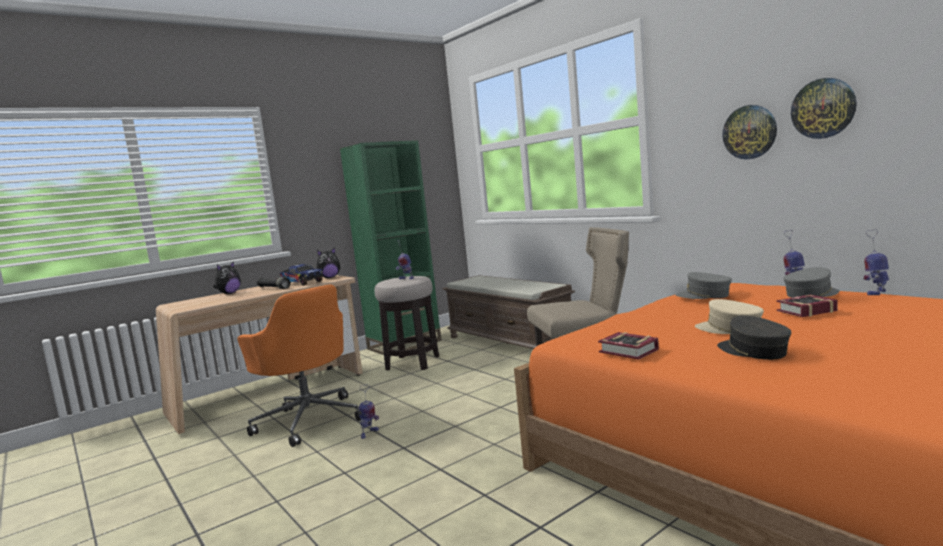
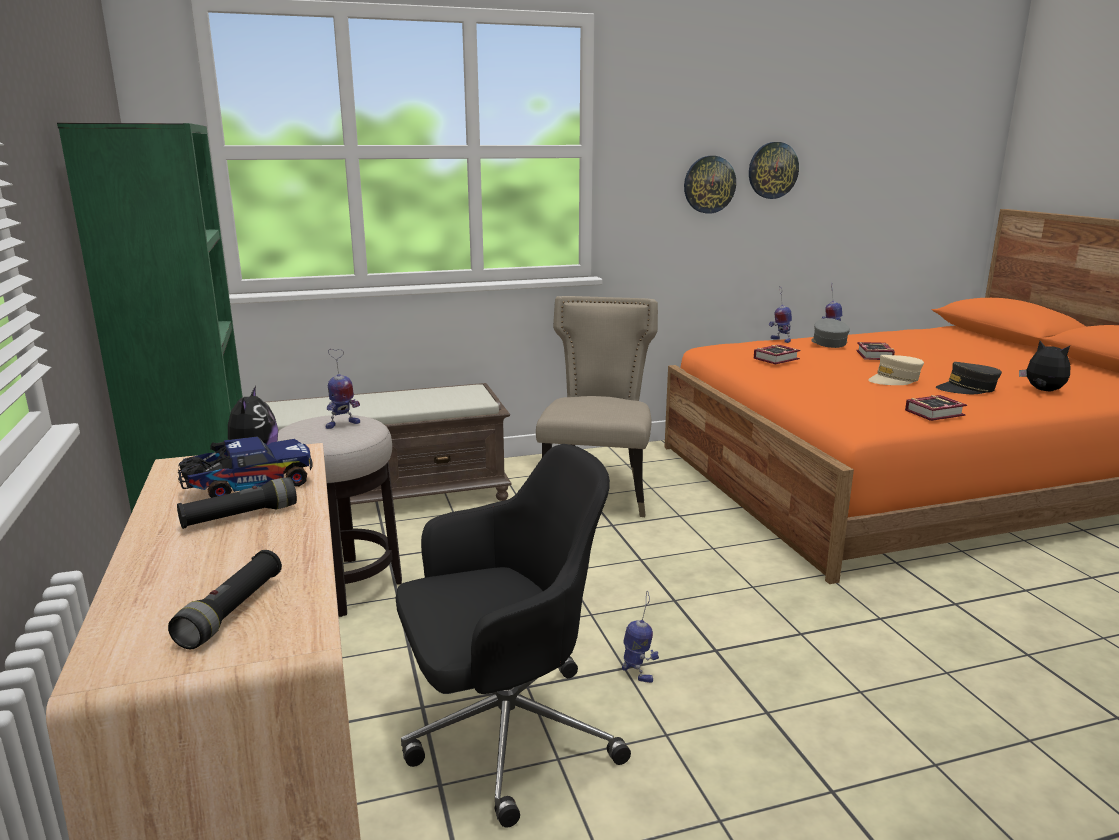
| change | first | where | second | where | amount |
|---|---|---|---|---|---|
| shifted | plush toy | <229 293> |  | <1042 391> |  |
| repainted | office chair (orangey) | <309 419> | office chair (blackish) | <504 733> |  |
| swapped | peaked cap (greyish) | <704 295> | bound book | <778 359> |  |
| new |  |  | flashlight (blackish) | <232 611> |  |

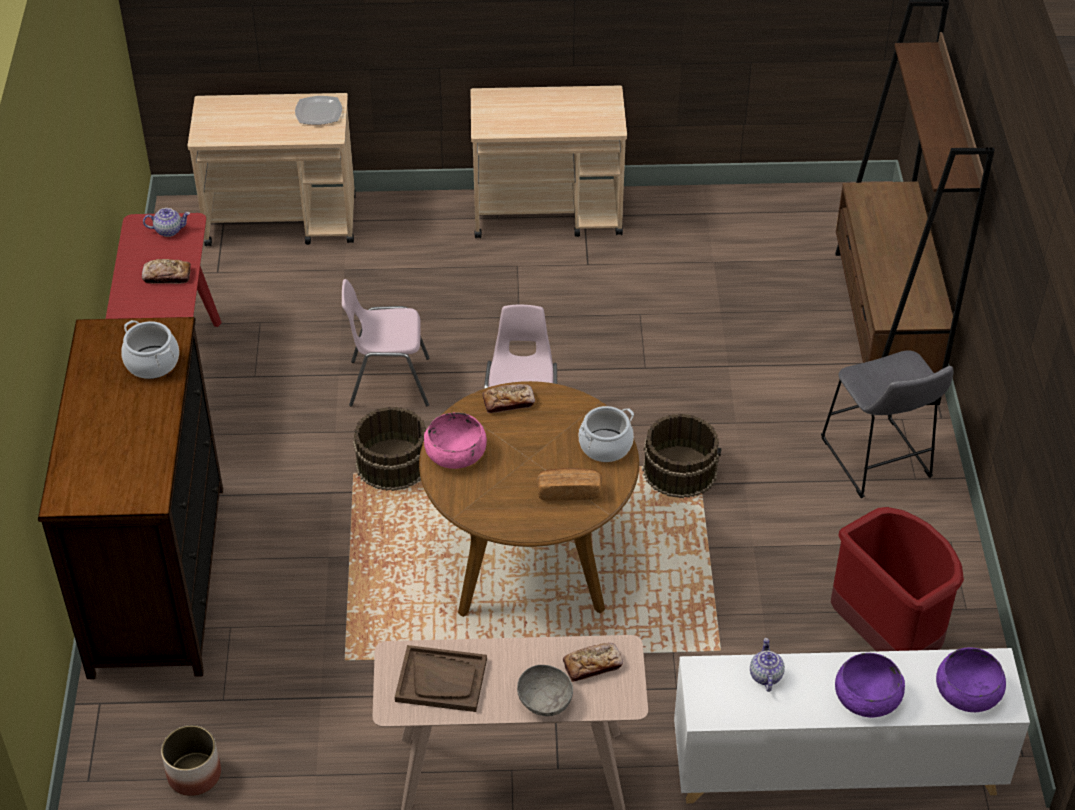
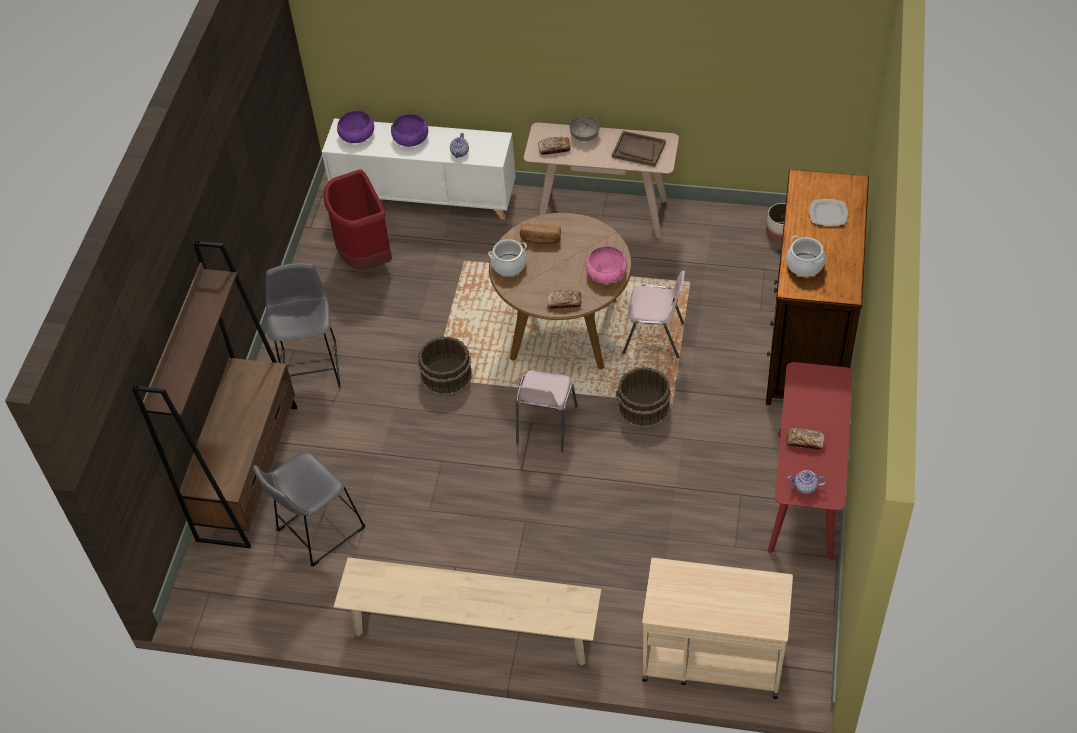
| change | first | where | second | where | amount |
|---|---|---|---|---|---|
| shifted | flat dish | <319 112> |  | <827 213> |  |
| shifted | plain chair (pinkish) | <388 382> |  | <654 338> |  |
| swapped | trolley (beige) | <548 213> | bench (beige) | <472 630> |  |
| new |  |  | stool seat (greyish) | <316 531> |  |

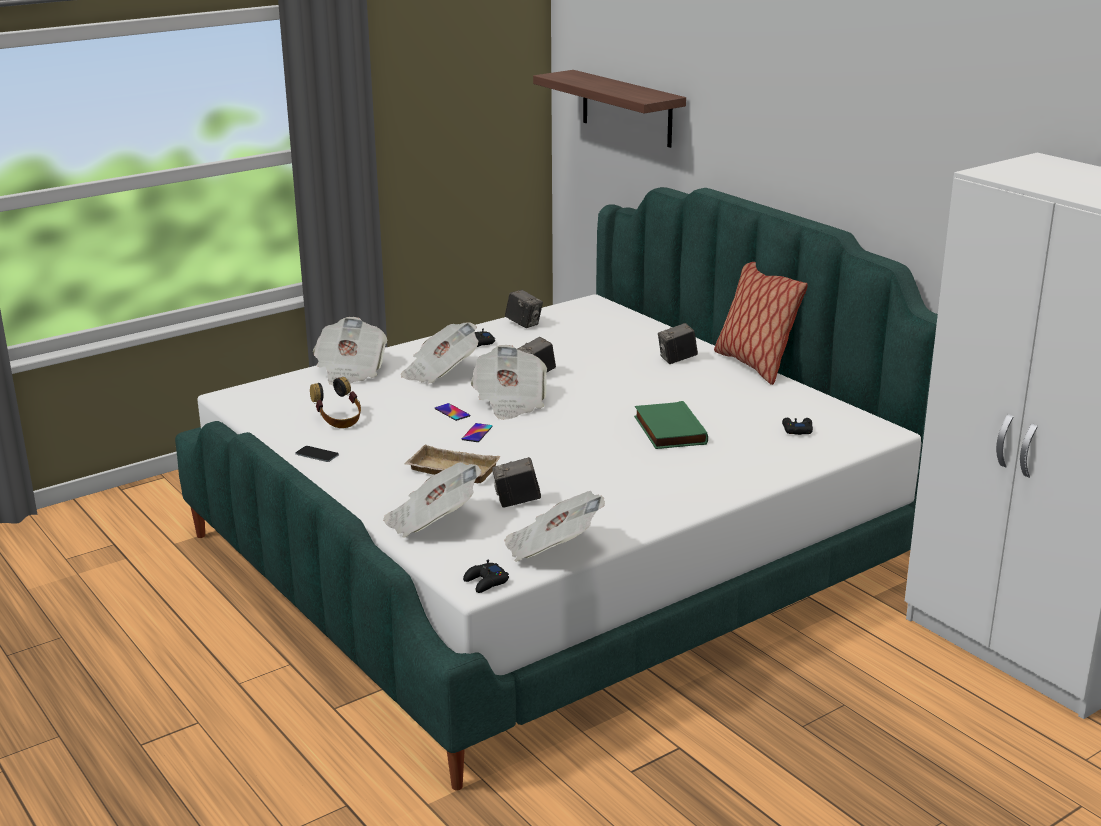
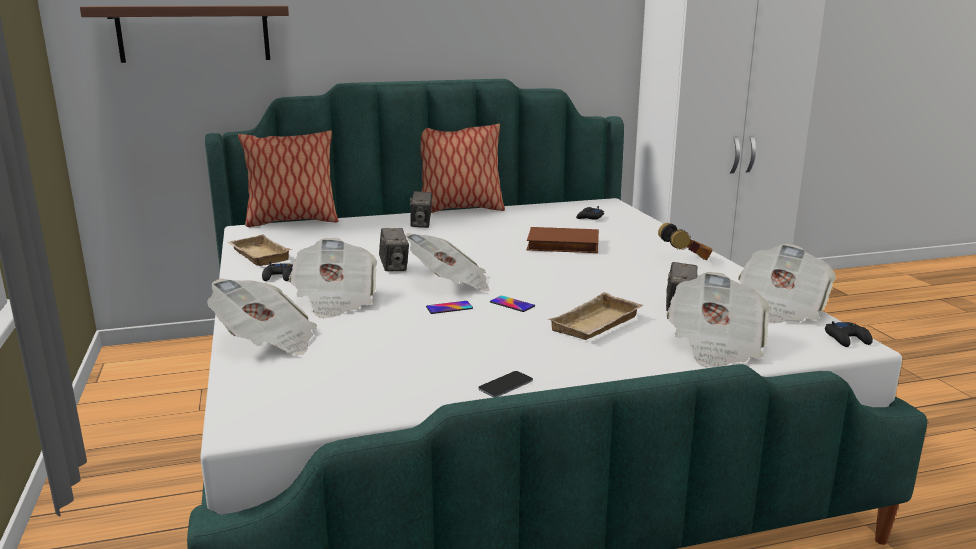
| change | first | where | second | where | amount |
|---|---|---|---|---|---|
| shifted | headphones | <338 420> |  | <686 260> |  |
| swapped | photo camera | <524 324> | carrying tray (beige) | <257 255> |  |
| repainted | bound book (green-coloured) | <667 430> | bound book (brown-coloured) | <562 246> |  |
| new |  |  | pillow | <292 221> |  |

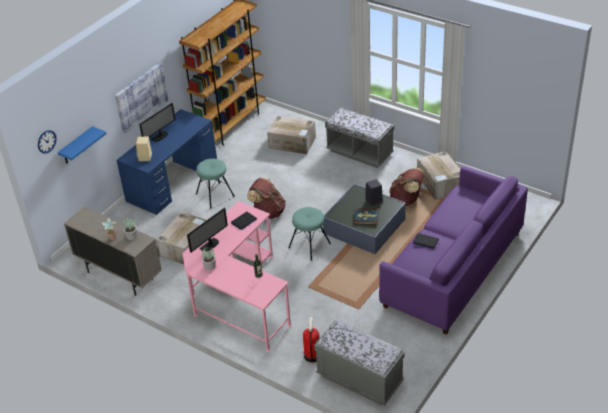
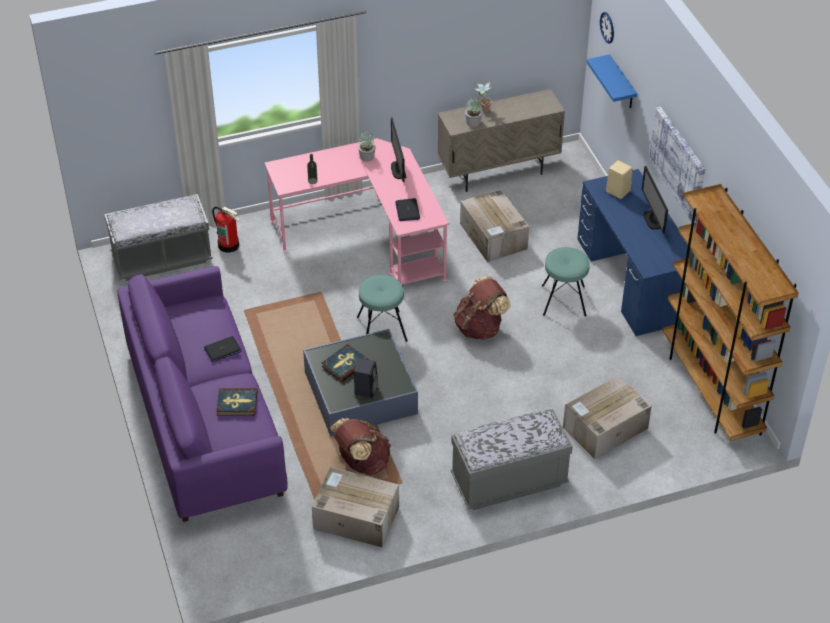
| change | first | where | second | where | amount |
|---|---|---|---|---|---|
| new |  |  | bound book | <237 403> |  |

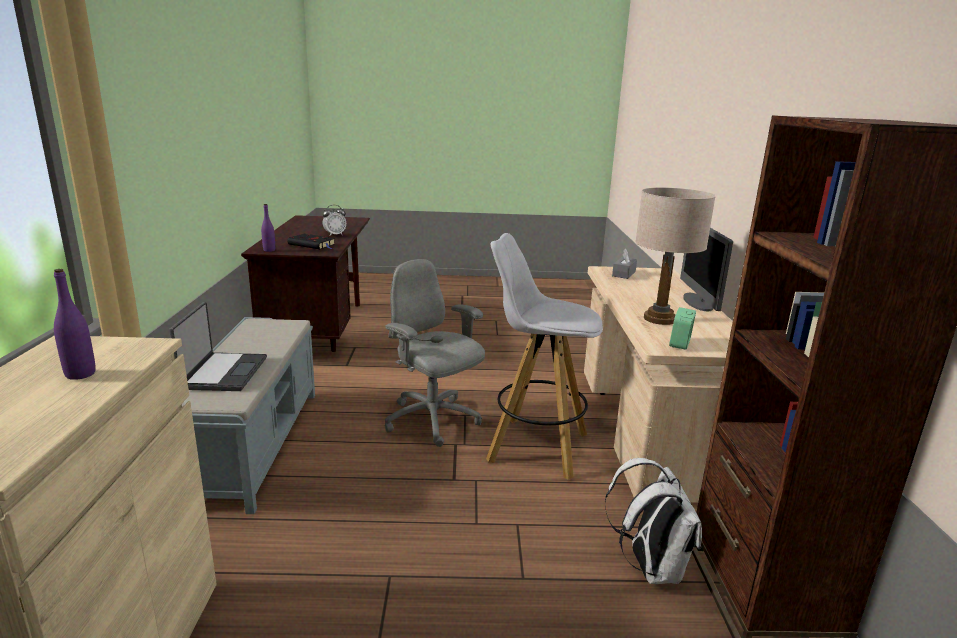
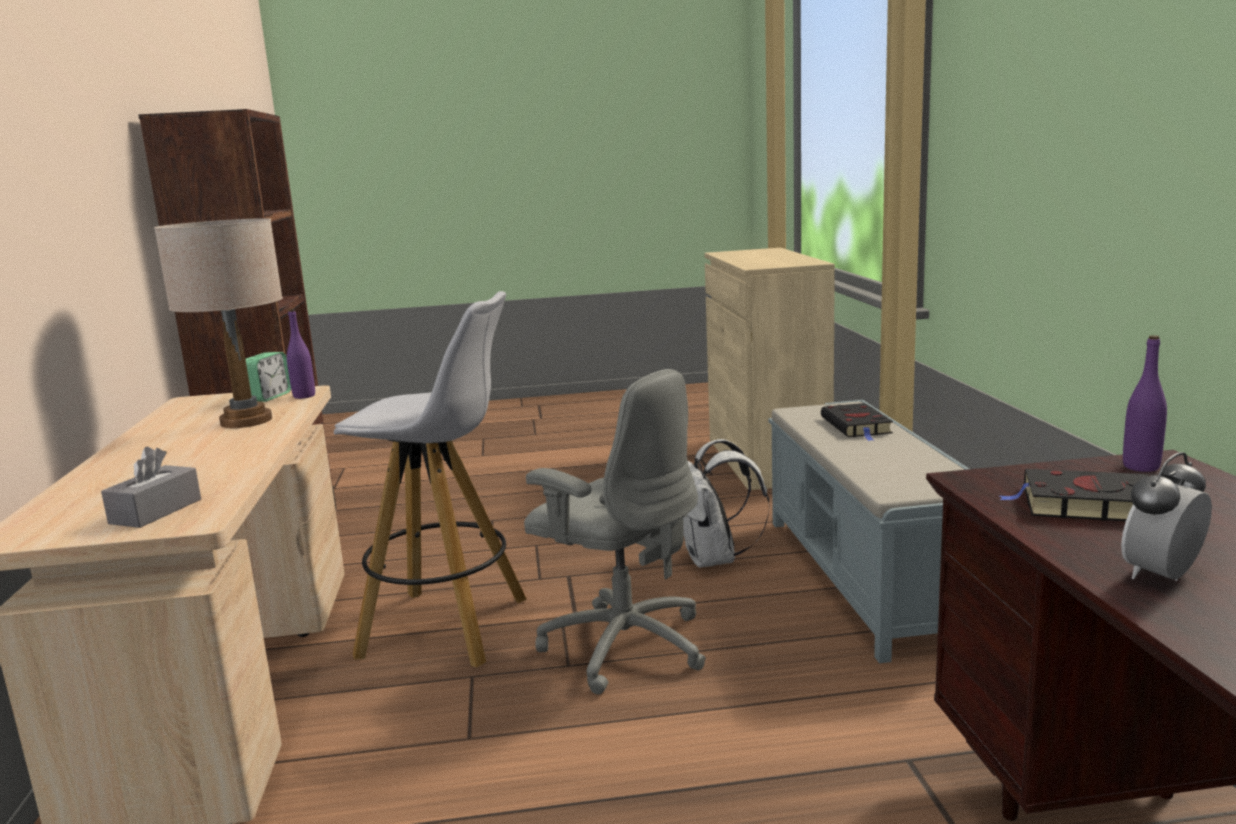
| change | first | where | second | where | amount |
|---|---|---|---|---|---|
| shifted | drink bottle (purplish) | <80 374> |  | <304 396> |  |
| swapped | portable computer | <223 373> | bound book (blackish) | <857 426> |  |
| shifted | backpack (white) | <650 567> |  | <714 559> |  |
| gone | monitor | <698 302> |  |  |  |

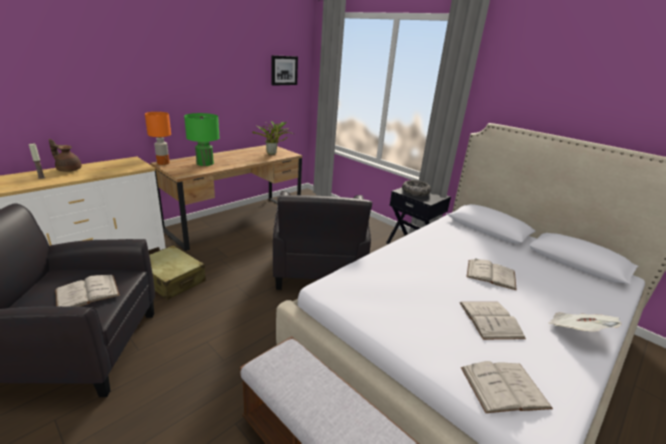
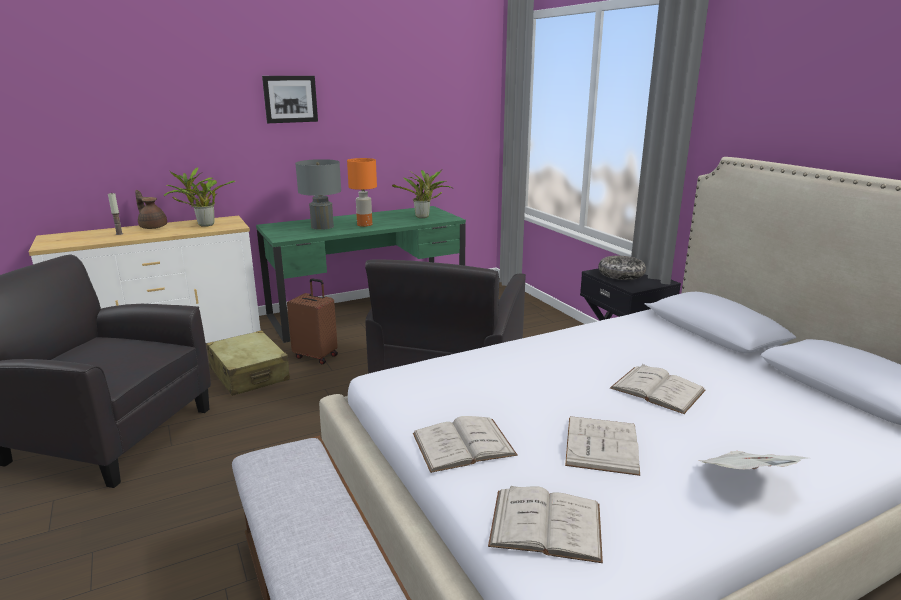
| change | first | where | second | where | amount |
|---|---|---|---|---|---|
| shifted | bound book (white) | <87 292> |  | <463 444> |  |
| shifted | table lamp (orangey) | <163 163> |  | <364 225> |  |
| repainted | desk (brown-coloured) | <235 220> | desk (green-coloured) | <367 312> |  |
| repainted | table lamp (green-coloured) | <205 163> | table lamp (greyish) | <322 226> |  |
| shifted | picture | <284 70> |  | <290 99> |  |
| new |  |  | houseplant | <203 225> |  |
| new |  |  | suitcase (brown-coloured) | <316 356> |  |

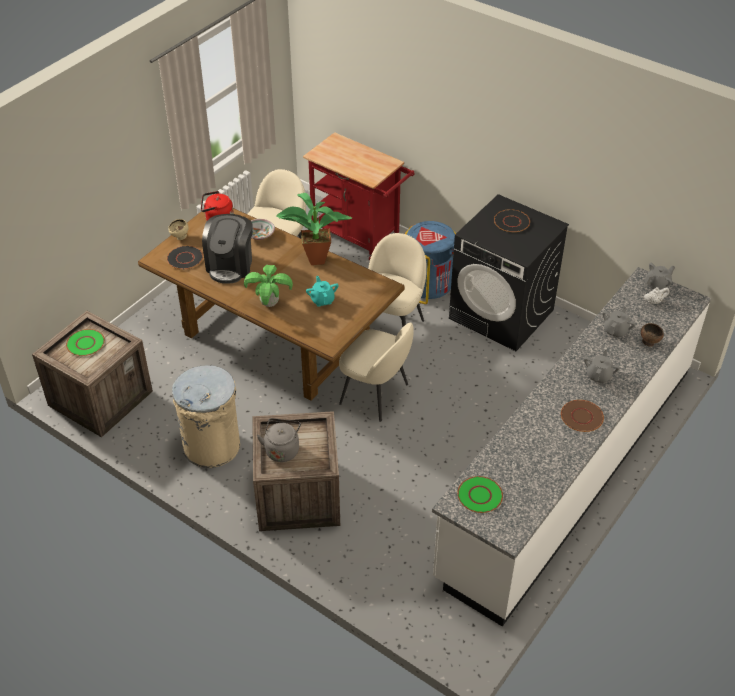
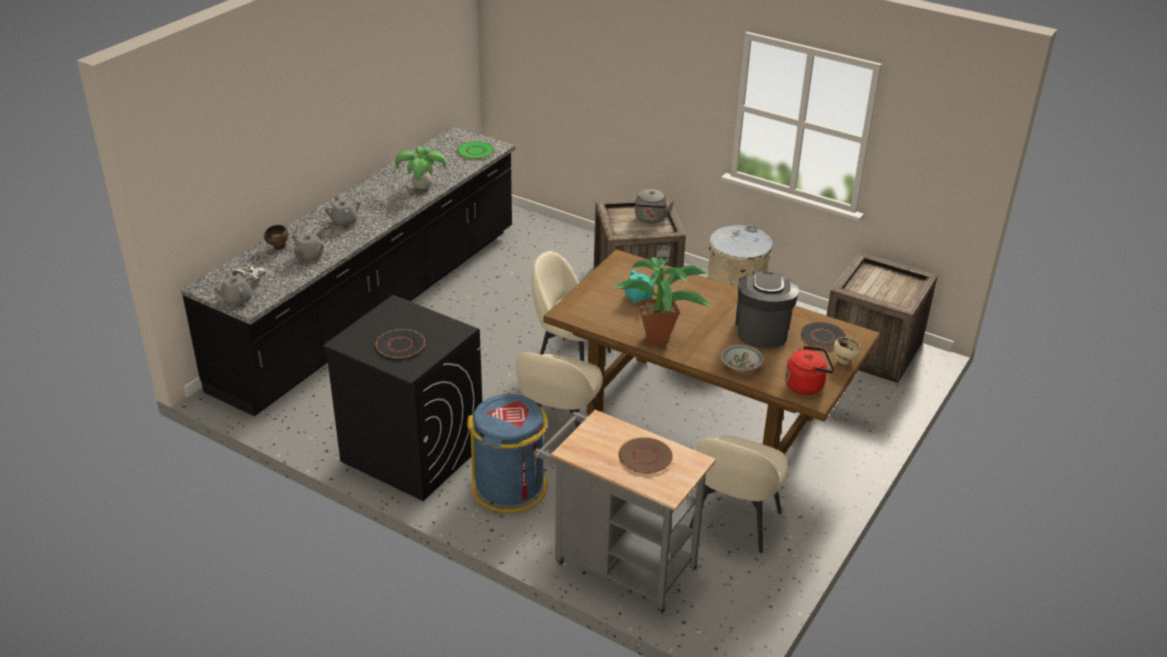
| change | first | where | second | where | amount |
|---|---|---|---|---|---|
| gone | flat dish (green-coloured) | <86 343> |  |  |  |
| shifted | houseplant | <269 304> |  | <422 187> |  |
| repainted | trolley (reddish) | <359 237> | trolley (greyish) | <617 564> |  |
| repainted | kitchen counter (white) | <568 469> | kitchen counter (blackish) | <374 307> |  |
| shifted | flat dish (brown-coloured) | <581 417> |  | <645 457> |  |
| rotated | tea pot (greyish) | <599 375> |  | <344 222> | 135 degrees clockwise |

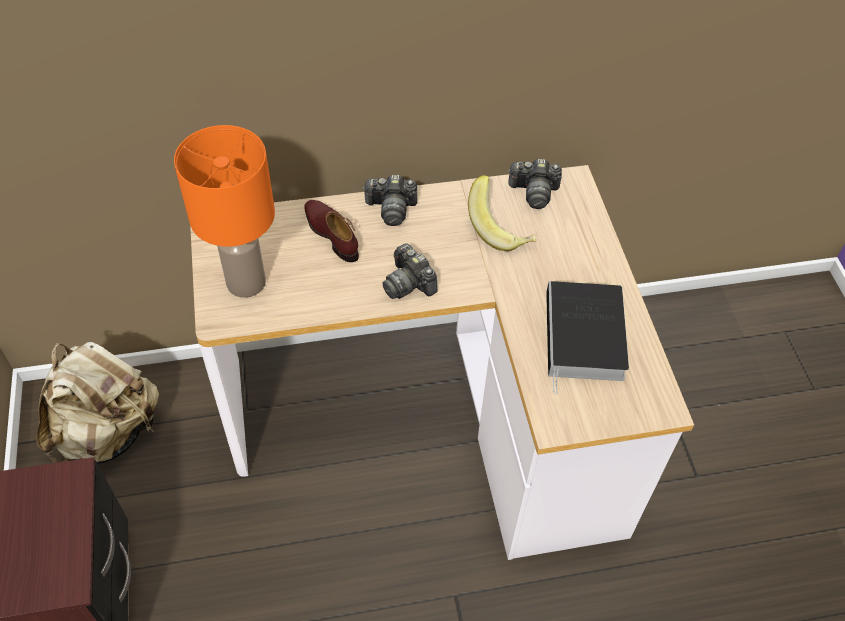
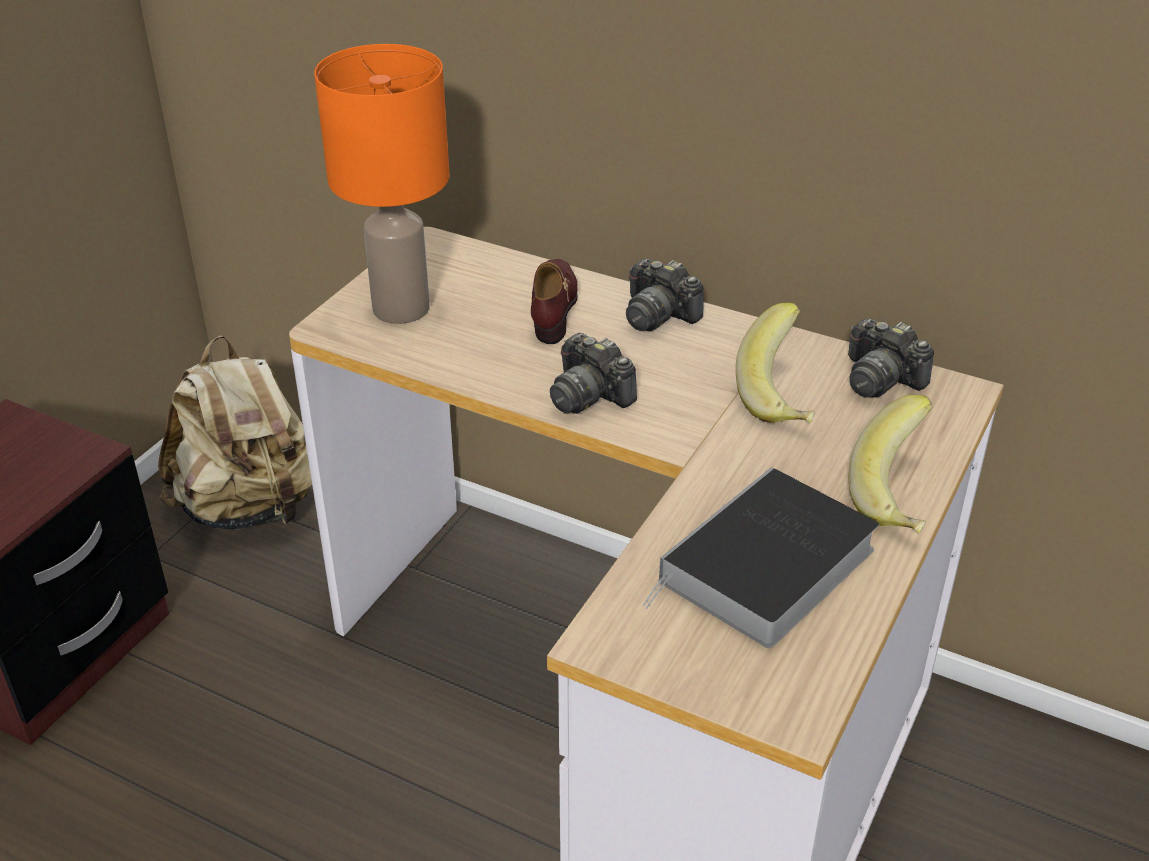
| change | first | where | second | where | amount |
|---|---|---|---|---|---|
| rotated | photo camera | <408 283> |  | <589 395> | 45 degrees counterclockwise |
| new |  |  | whole banana | <900 496> |  |

